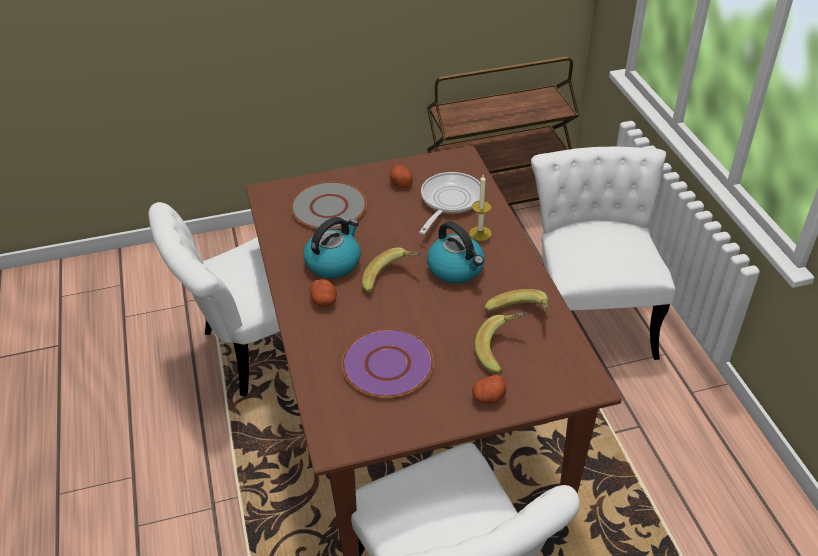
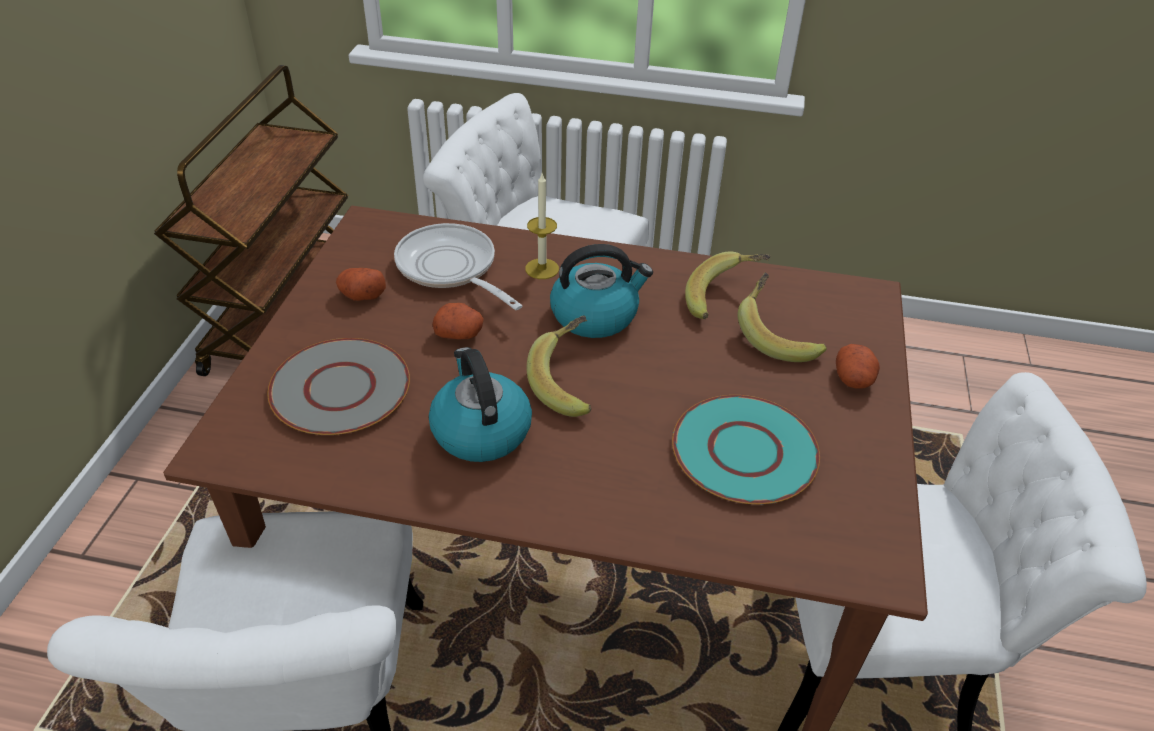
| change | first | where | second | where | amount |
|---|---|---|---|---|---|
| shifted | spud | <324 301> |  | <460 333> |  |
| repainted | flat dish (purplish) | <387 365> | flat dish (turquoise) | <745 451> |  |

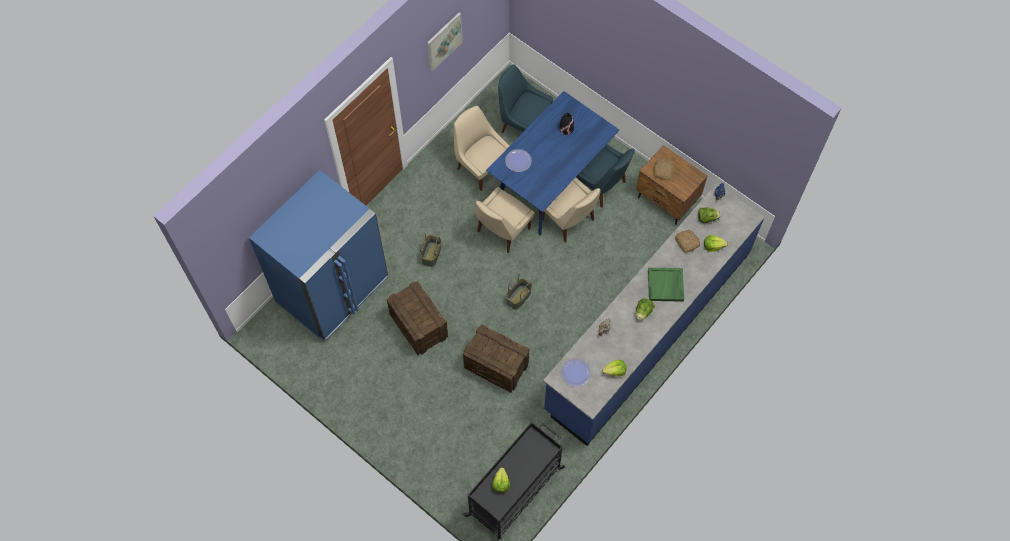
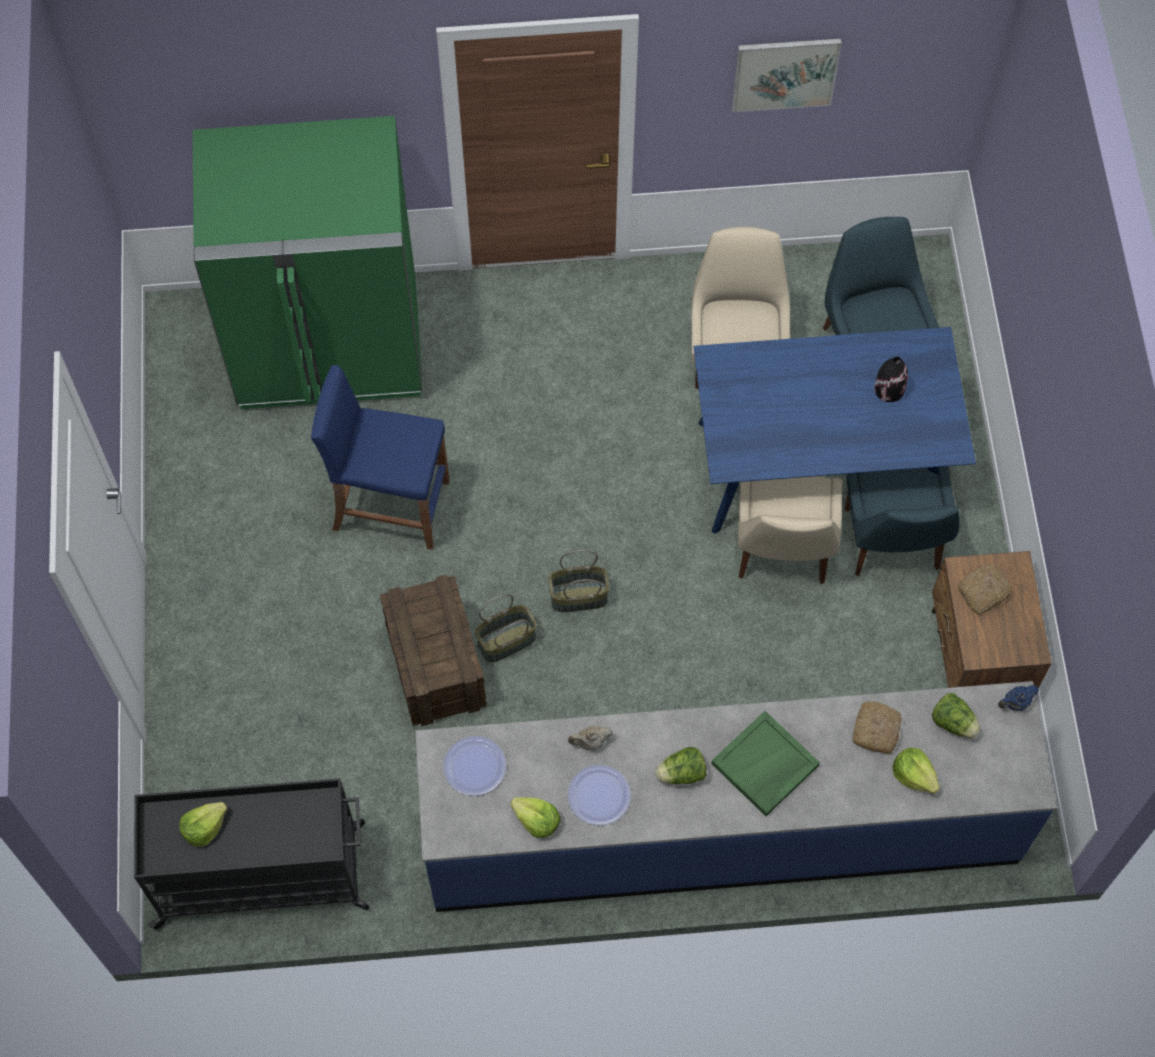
| change | first | where | second | where | amount |
|---|---|---|---|---|---|
| repainted | fridge (bluish) | <333 290> | fridge (green-coloured) | <329 347> |  |
| swapped | shipping crate | <418 325> | stool seat (bluish) | <390 505> |  |
| shifted | basket | <431 254> |  | <506 640> |  |
| gone | plain chair (beige) | <502 231> |  |  |  |
| shifted | flat dish | <518 161> |  | <599 795> |  |

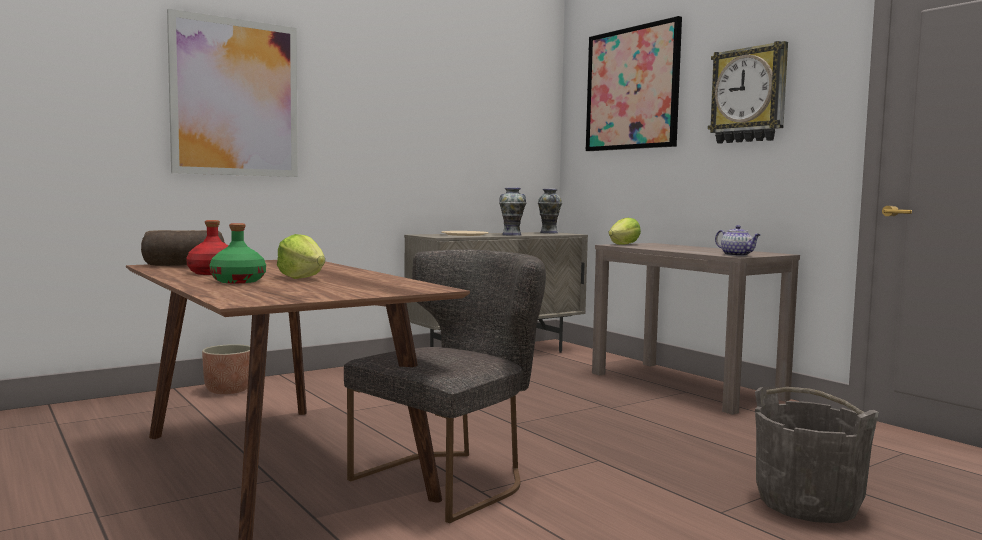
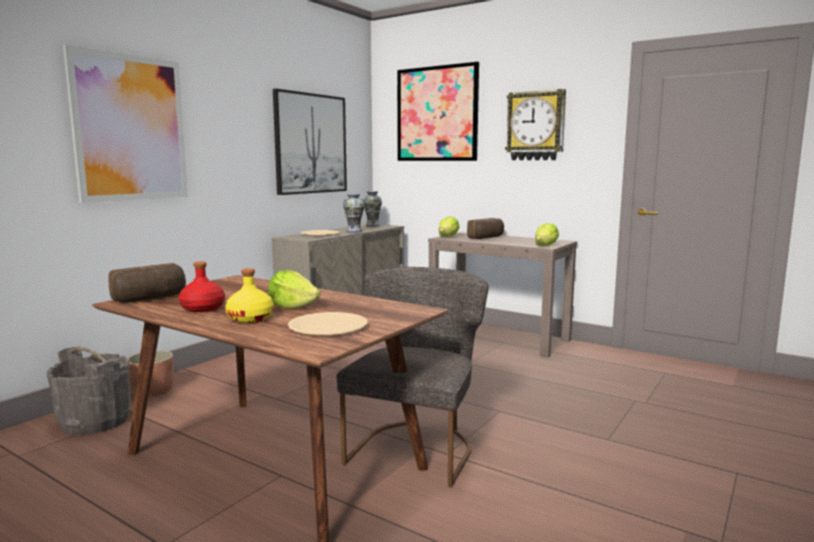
| change | first | where | second | where | amount |
|---|---|---|---|---|---|
| repainted | drink bottle (green-coloured) | <239 281> | drink bottle (yellowish) | <250 318> |  |
| swapped | tea pot | <737 255> | lettuce head | <545 246> |  |
| shifted | water bucket (greyish) | <808 503> |  | <95 421> |  |
| new |  |  | picture | <310 144> |  |
| new |  |  | flat dish (beige) | <328 326> |  |
| new |  |  | baked bread | <487 237> |  |

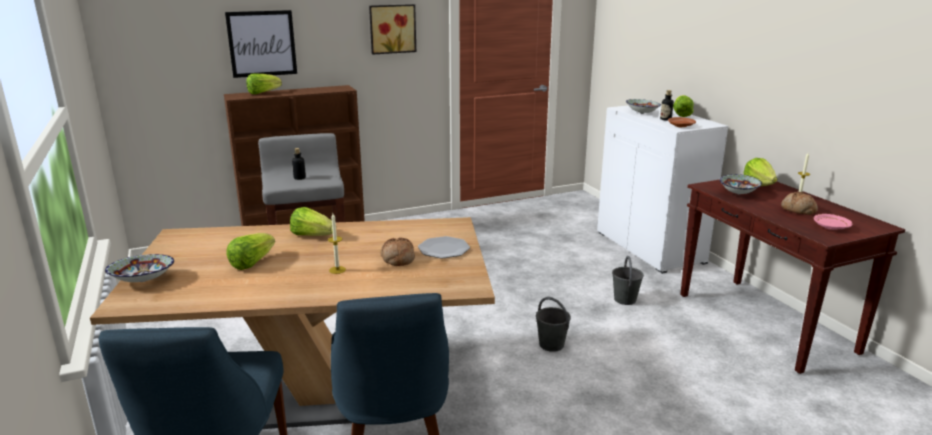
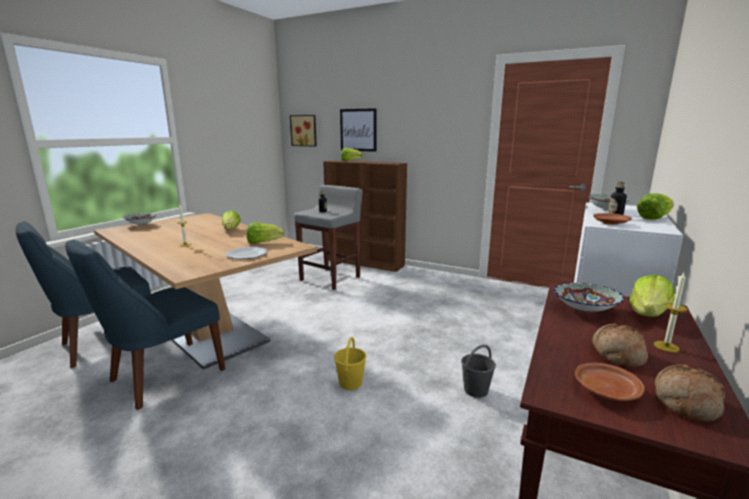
| change | first | where | second | where | amount |
|---|---|---|---|---|---|
| shifted | lettuce head | <251 263> |  | <263 242> |  |
| shifted | picture | <392 29> |  | <304 130> |  |
| shifted | baked bread | <397 259> |  | <684 402> |  |
| repainted | water bucket (greyish) | <552 345> | water bucket (yellowish) | <350 383> |  |
| repainted | flat dish (pinkish) | <830 227> | flat dish (brown-coloured) | <606 390> |  |

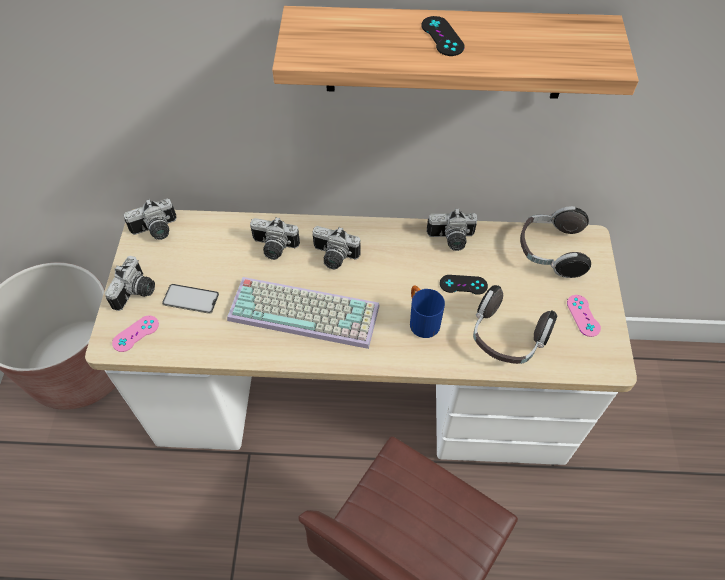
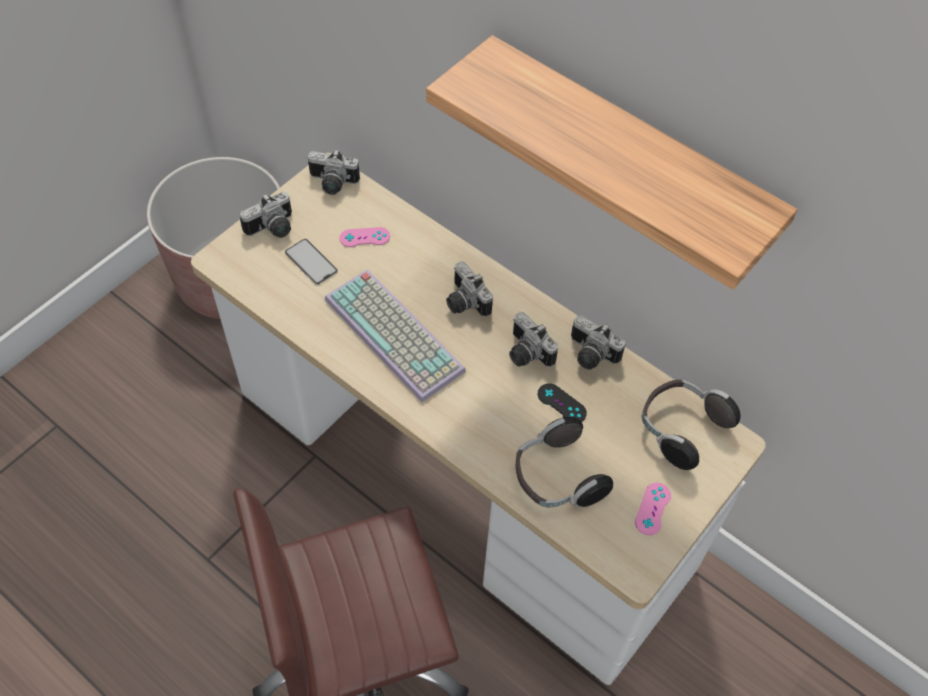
| change | first | where | second | where | amount |
|---|---|---|---|---|---|
| shifted | gamepad (pinkish) | <136 333> |  | <364 237> |  |
| shifted | photo camera | <273 248> |  | <525 353> |  |
| gone | mug (bluish) | <421 320> |  |  |  |
| gone | gamepad (blackish) | <442 36> |  |  |  |

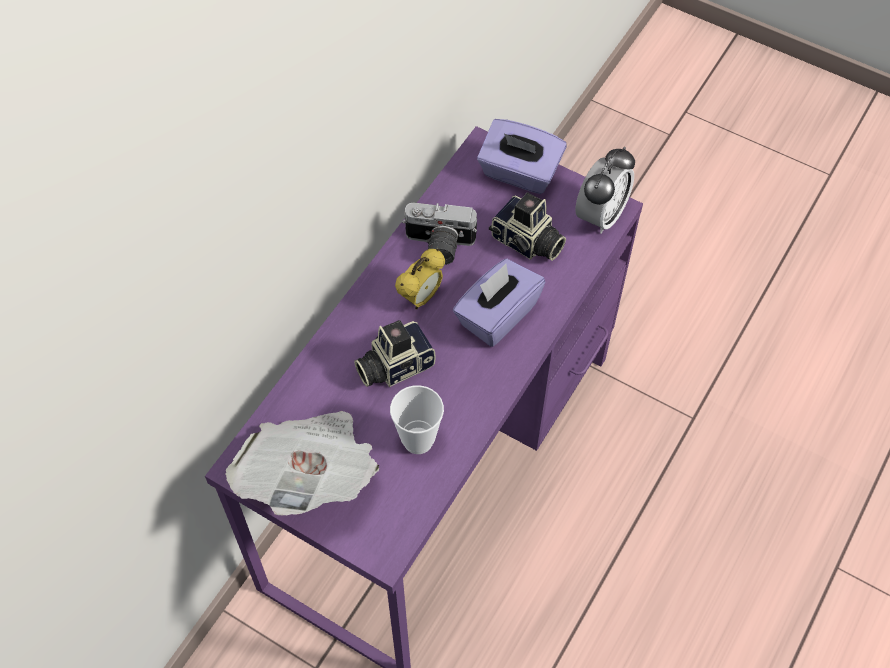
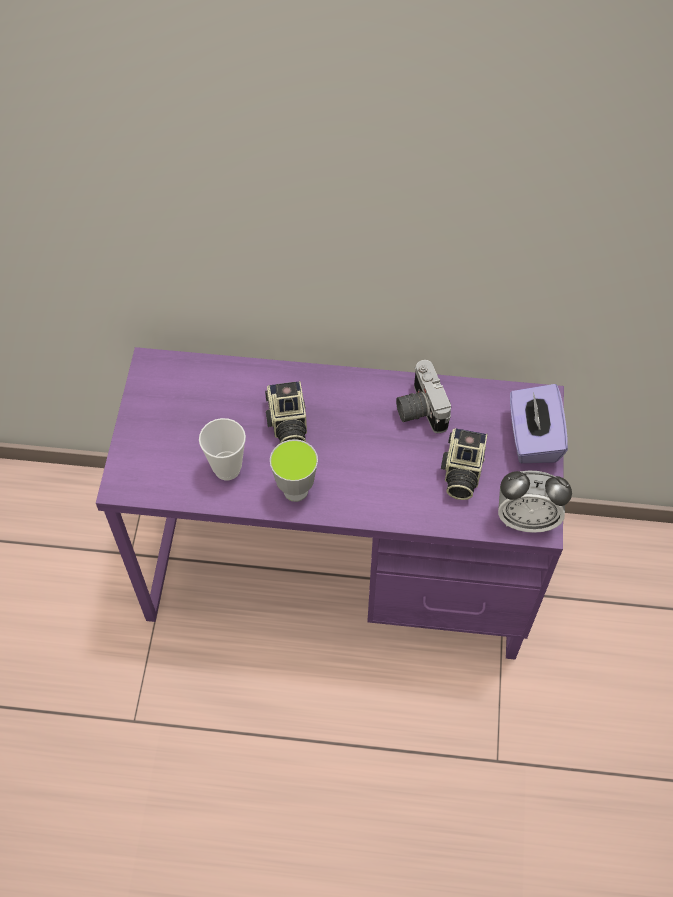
| change | first | where | second | where | amount |
|---|---|---|---|---|---|
| gone | newspaper | <310 475> |  |  |  |
| rotated | photo camera | <394 365> |  | <287 424> | 135 degrees counterclockwise |
| gone | bedside clock | <421 298> |  |  |  |
| gone | box of tissues (purplish) | <497 315> |  |  |  |
| new |  |  | cup | <295 490> |  |

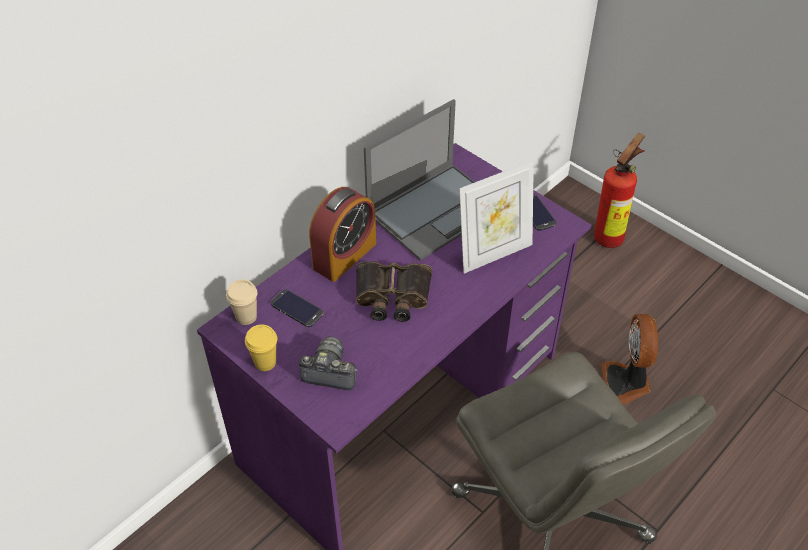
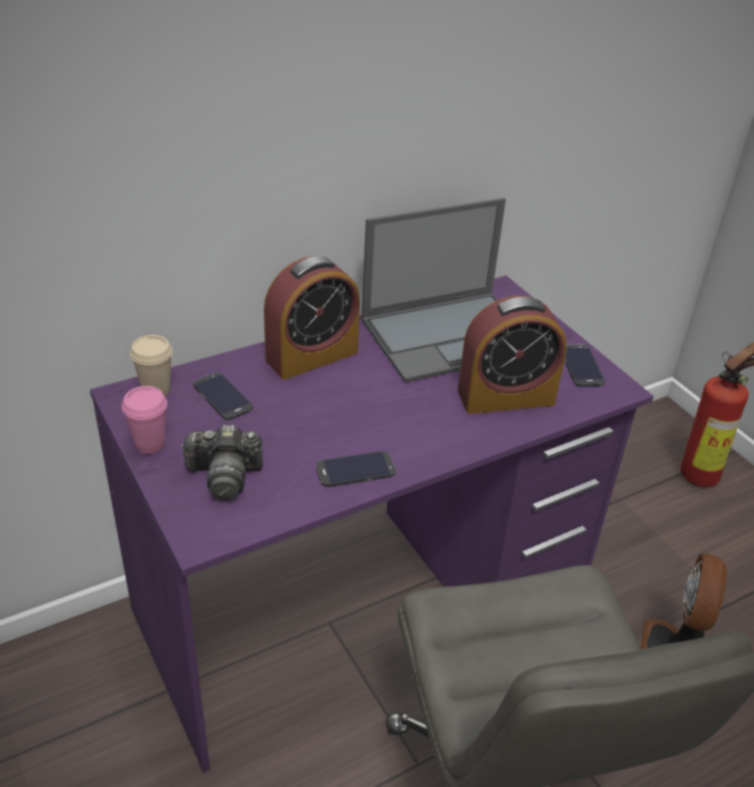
| change | first | where | second | where | amount |
|---|---|---|---|---|---|
| repainted | cup (yellowish) | <265 362> | cup (pinkish) | <150 444> |  |
| rotated | photo camera | <330 372> |  | <224 476> | 150 degrees clockwise |
| gone | field glasses | <392 296> |  |  |  |
| swapped | picture frame | <493 253> | bedside clock | <506 397> |  |
| new |  |  | phone | <355 469> |  |

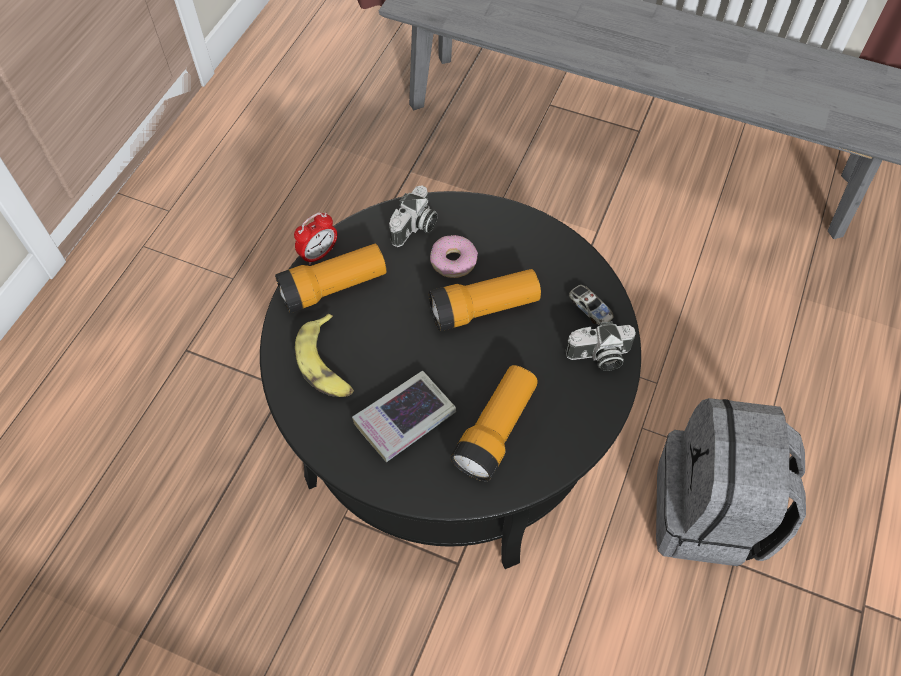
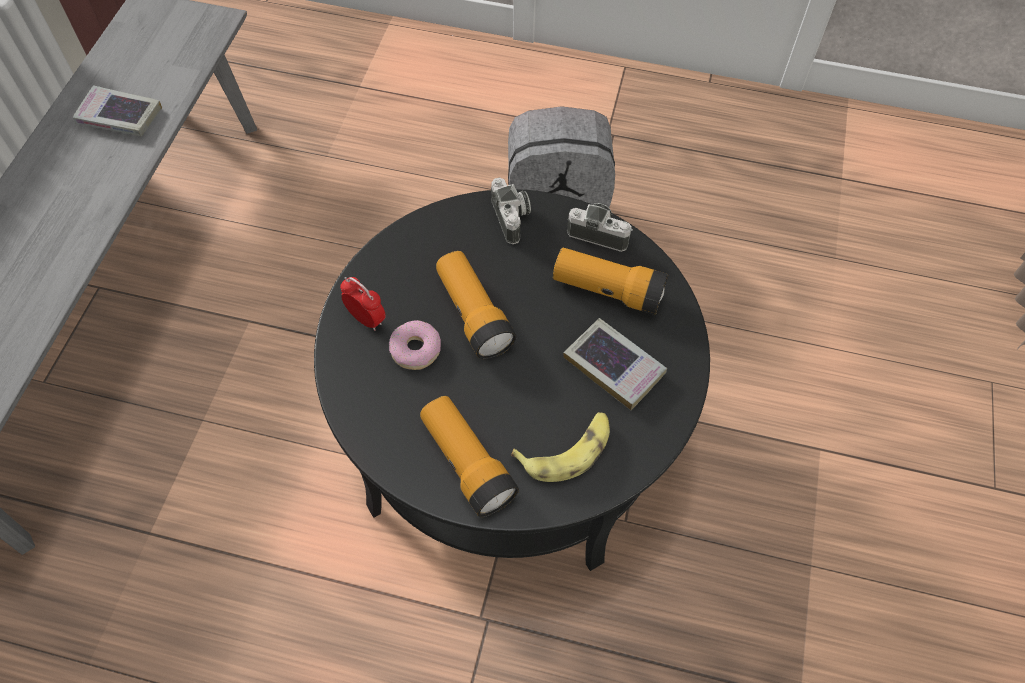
| change | first | where | second | where | amount |
|---|---|---|---|---|---|
| shifted | bedside clock | <319 254> |  | <366 319> |  |
| shifted | photo camera | <415 228> |  | <600 233> |  |
| gone | model car | <590 309> |  |  |  |
| new |  |  | bound book | <119 117> |  |

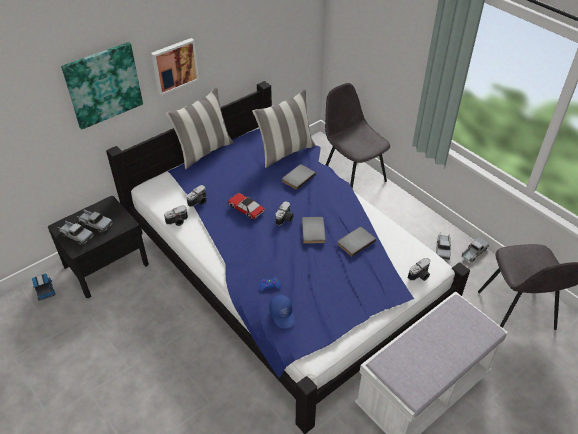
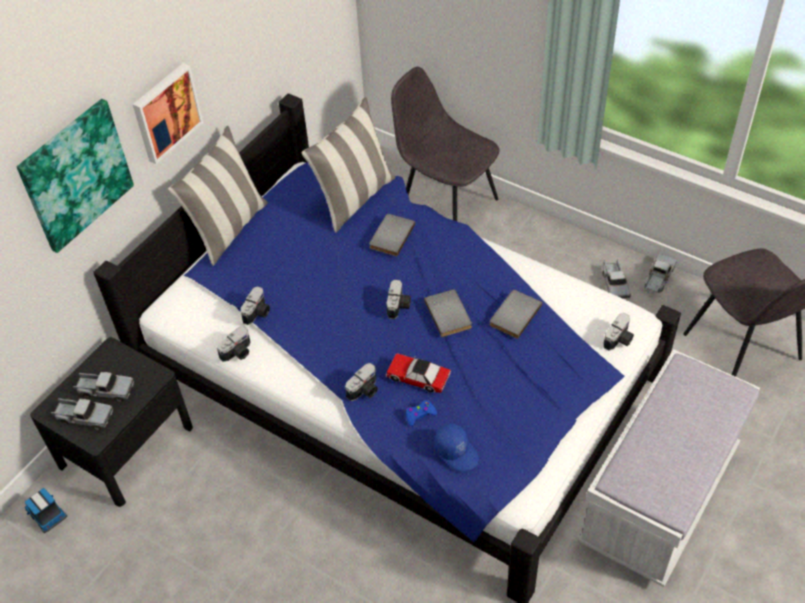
| change | first | where | second | where | amount |
|---|---|---|---|---|---|
| shifted | model car | <246 208> |  | <417 377> |  |
| new |  |  | photo camera | <365 391> |  |

